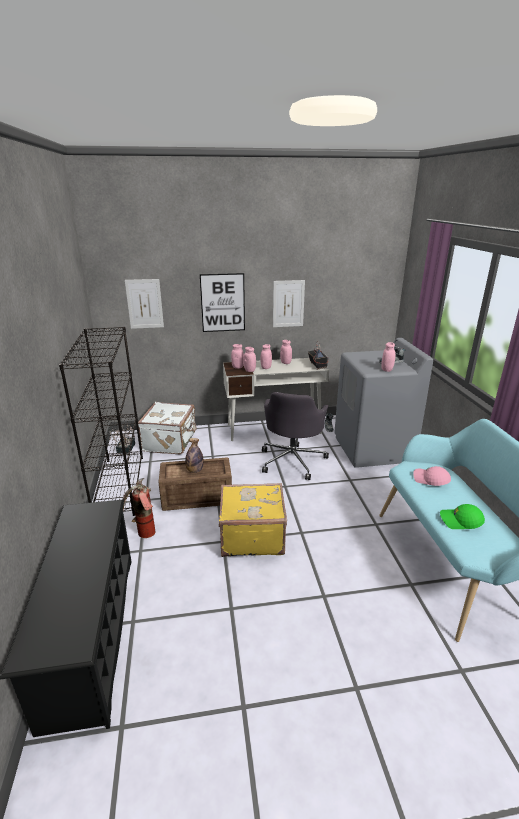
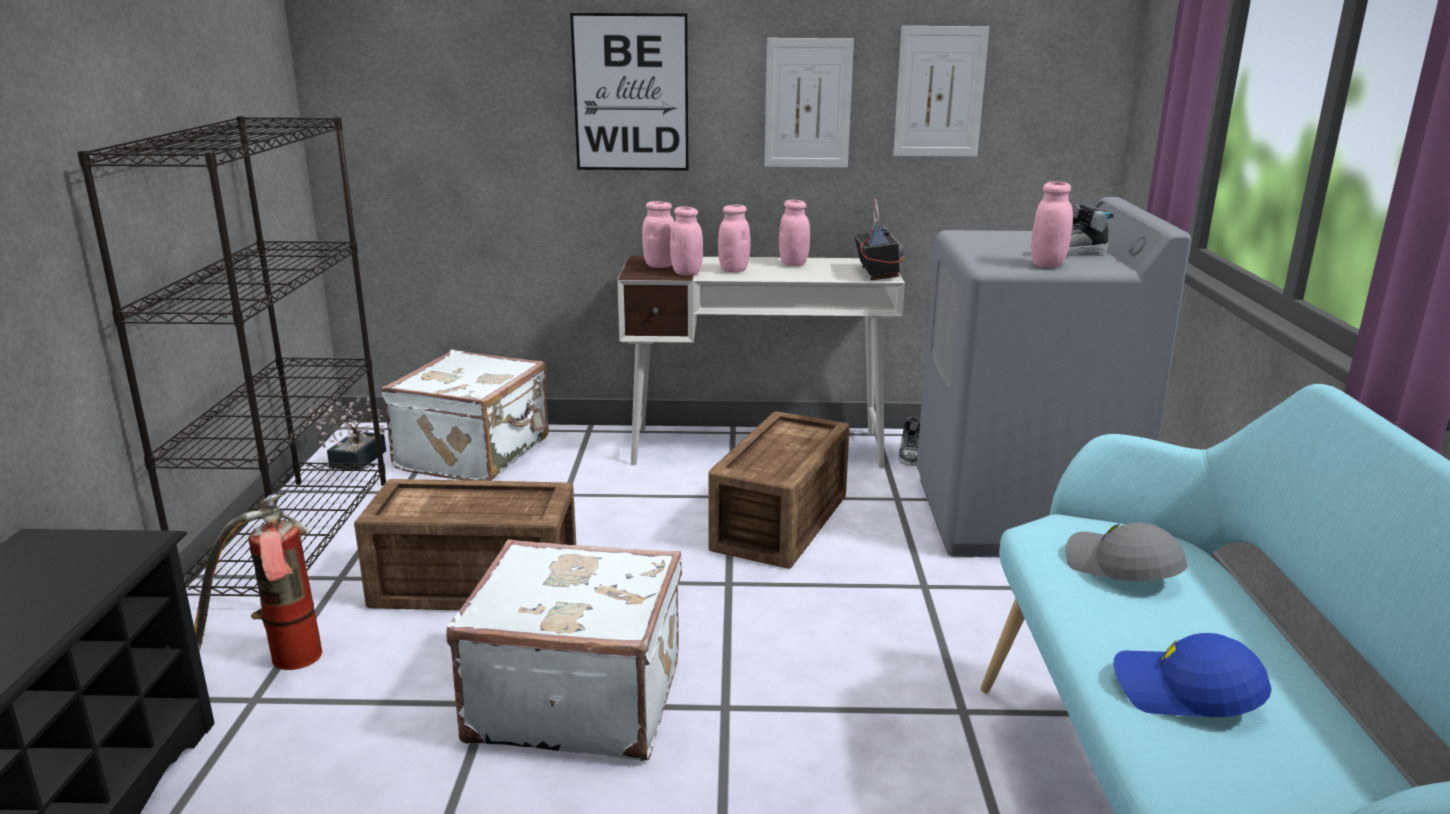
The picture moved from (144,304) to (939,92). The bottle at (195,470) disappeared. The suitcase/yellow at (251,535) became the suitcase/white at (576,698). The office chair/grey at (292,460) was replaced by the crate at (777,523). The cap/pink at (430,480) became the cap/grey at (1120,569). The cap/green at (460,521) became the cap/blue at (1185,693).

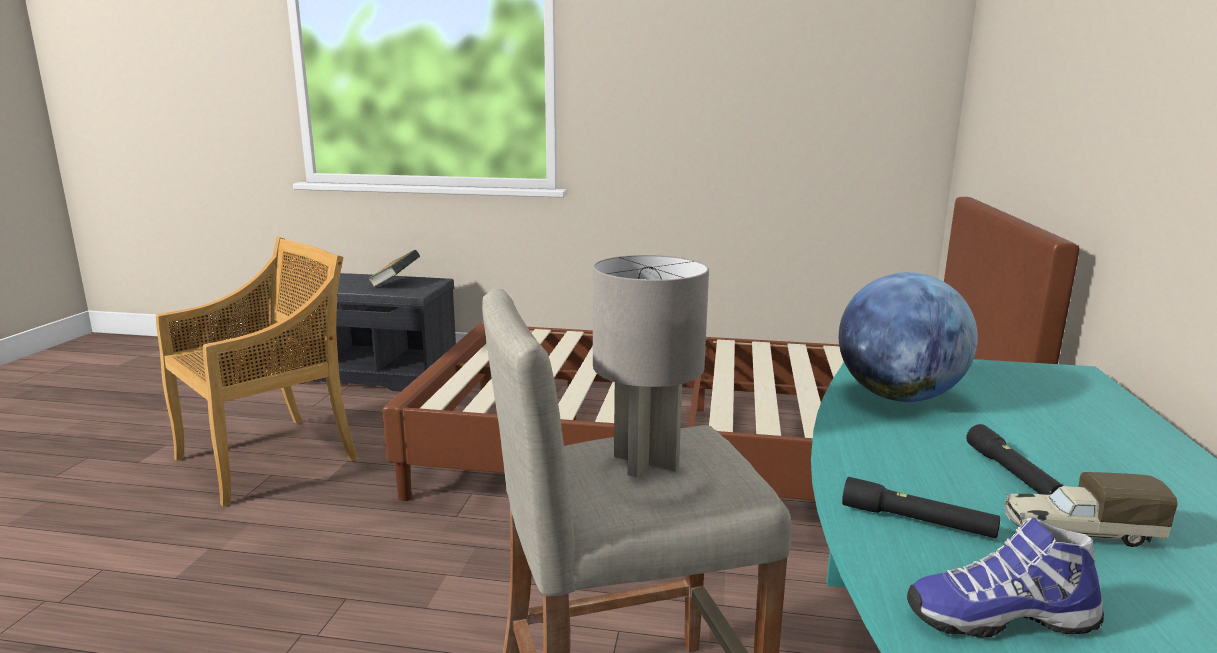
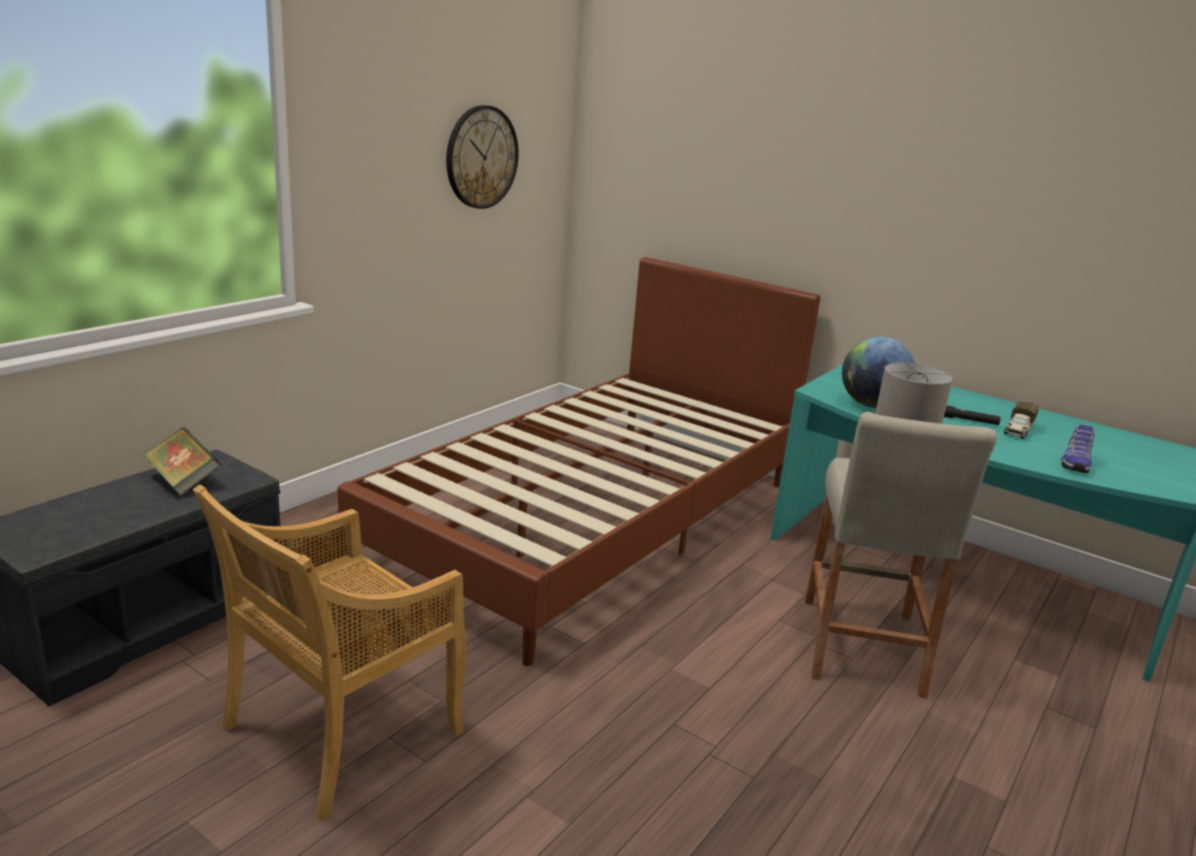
The chair/beige at (270,458) turned 120 degrees counterclockwise. The flashlight/black at (917,521) disappeared. The wall clock at (481,157) appeared.

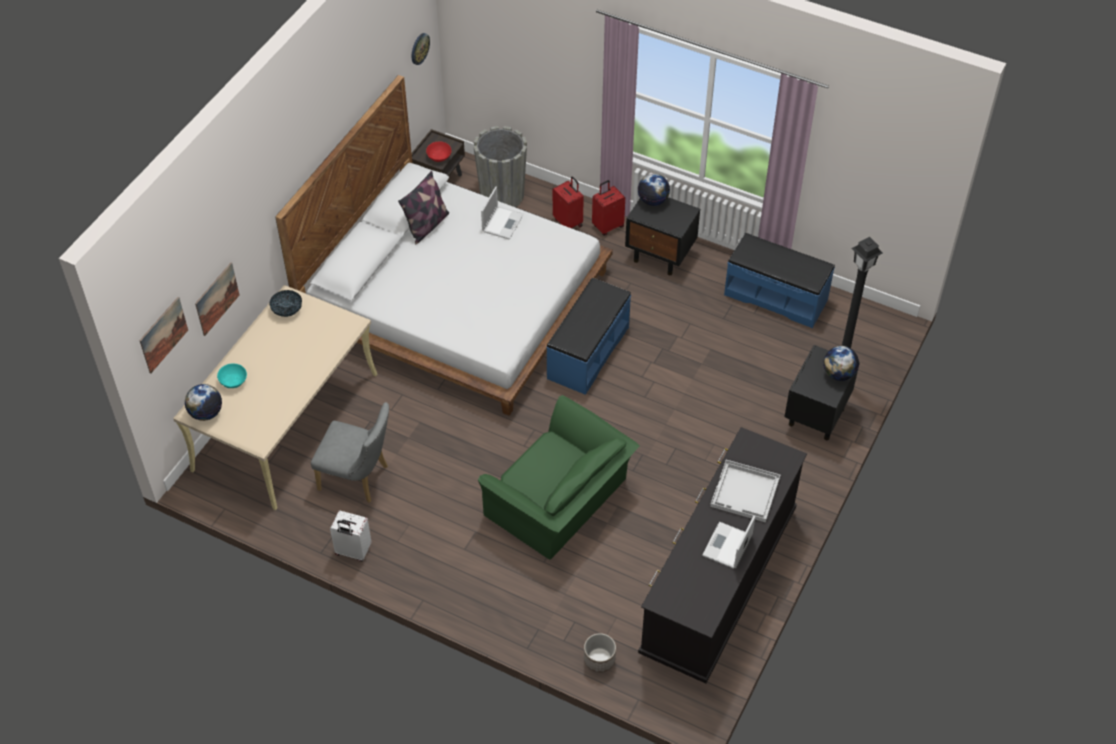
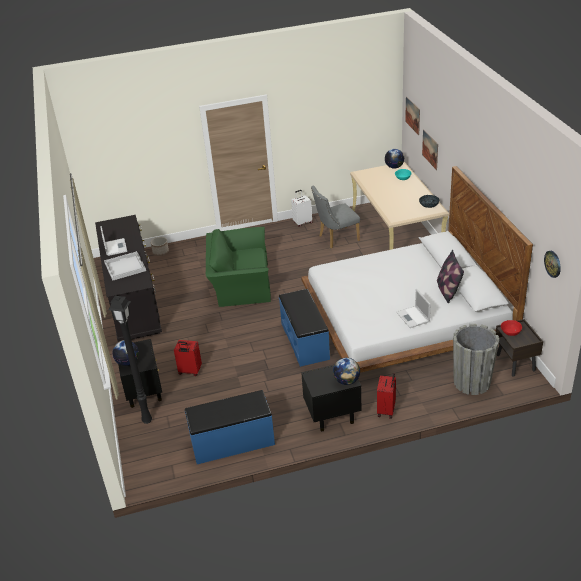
The suitcase/red moved from (568,222) to (190,371).

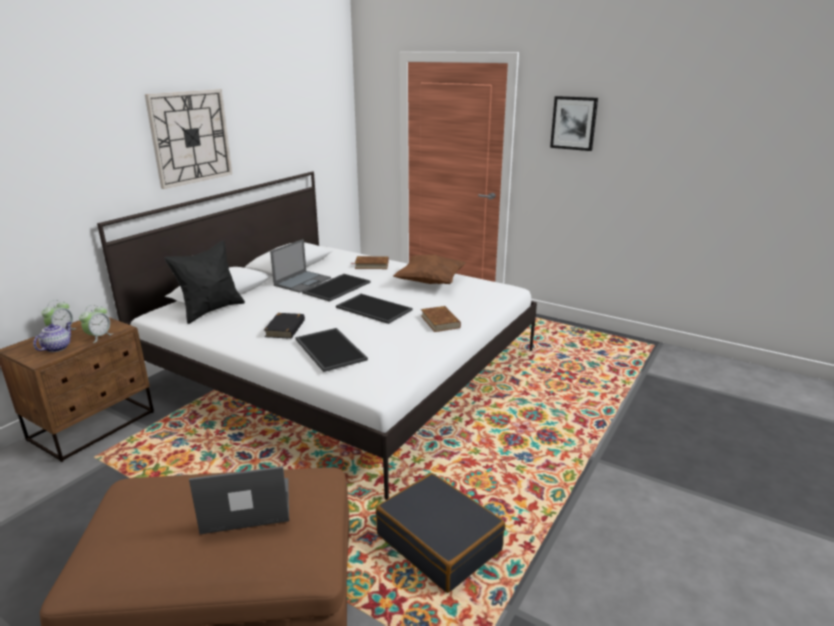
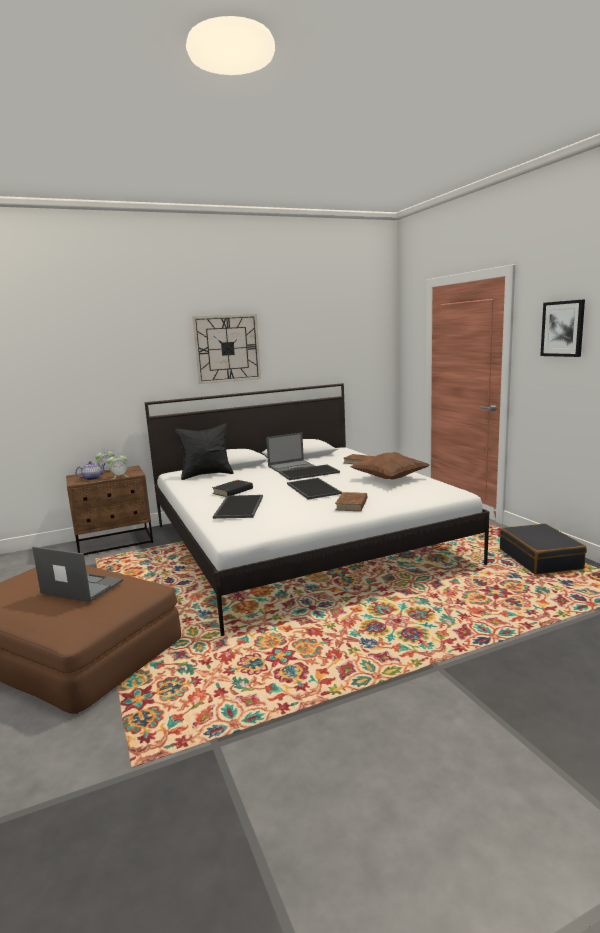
The suitcase/black moved from (439,542) to (540,559).

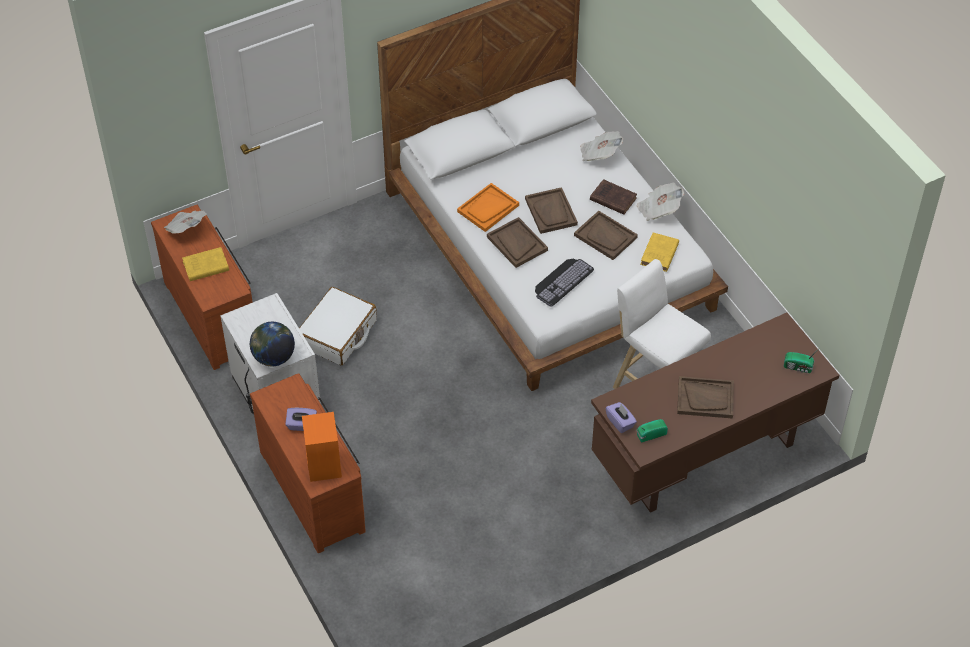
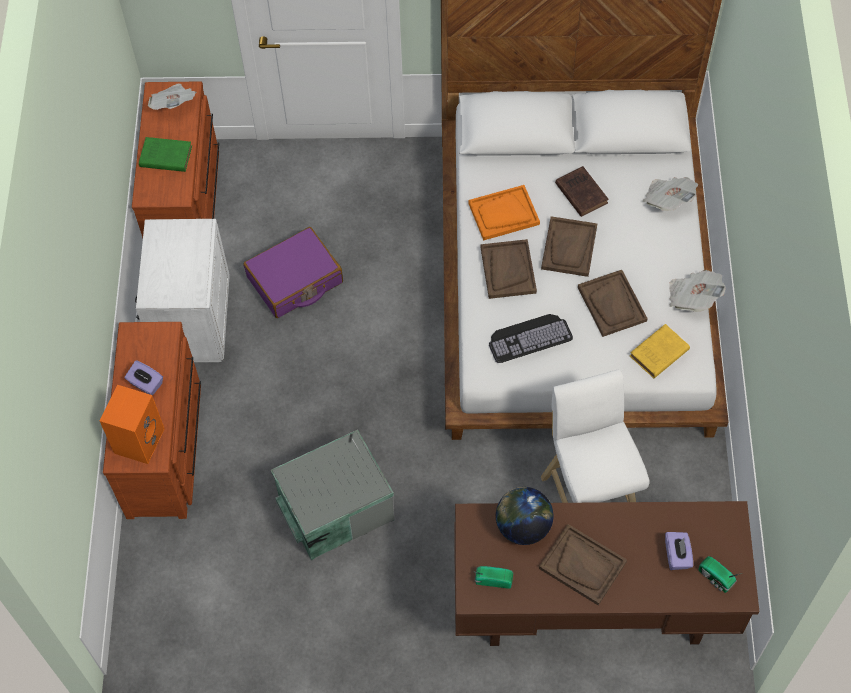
The book/yellow at (204,267) became the book/green at (164,156). The globe moved from (274,357) to (523,526). The suitcase/white at (338,334) became the suitcase/purple at (295,280). The book/brown moved from (612,198) to (580,192). The tissue box/purple moved from (620,422) to (677,555). The storage box/grey at (334,507) appeared.

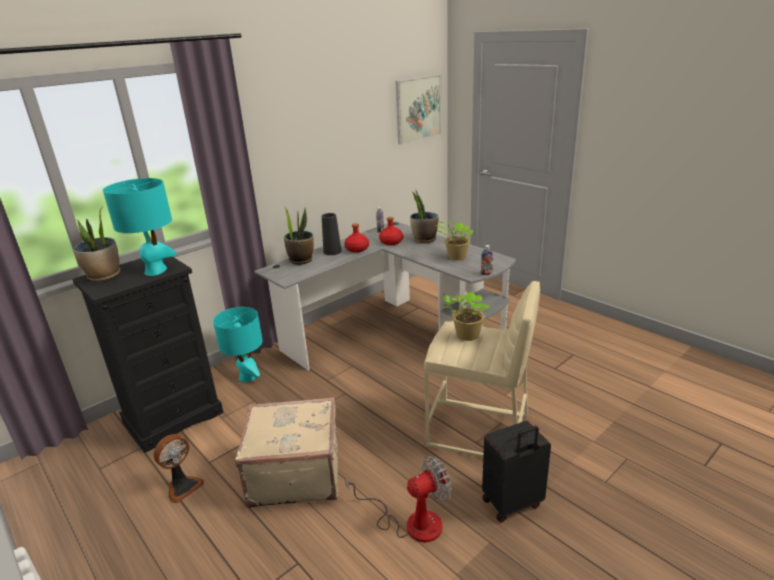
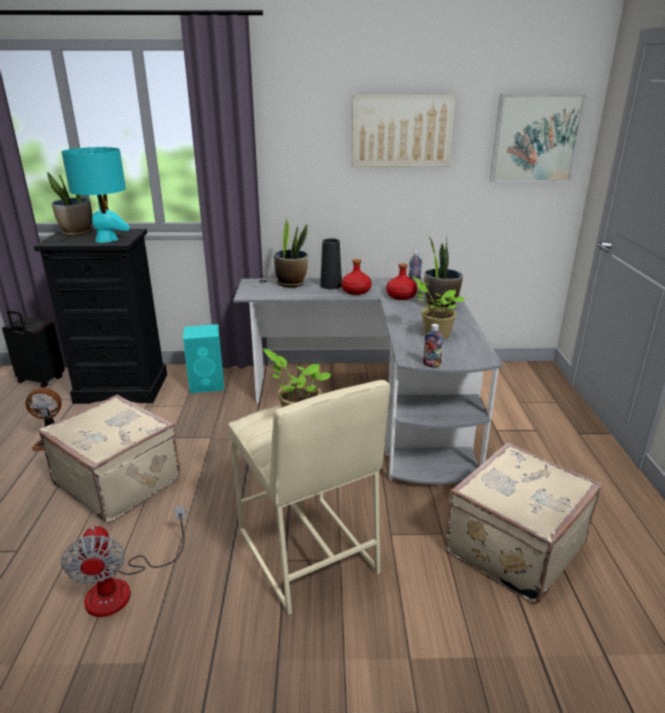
The table lamp/turquoise at (247,377) was replaced by the speaker/turquoise at (208,384). The fan at (411,522) turned 60 degrees clockwise. The suitcase/black moved from (512,504) to (40,381). The picture at (401,131) appeared. The suitcase/beige at (511,547) appeared.

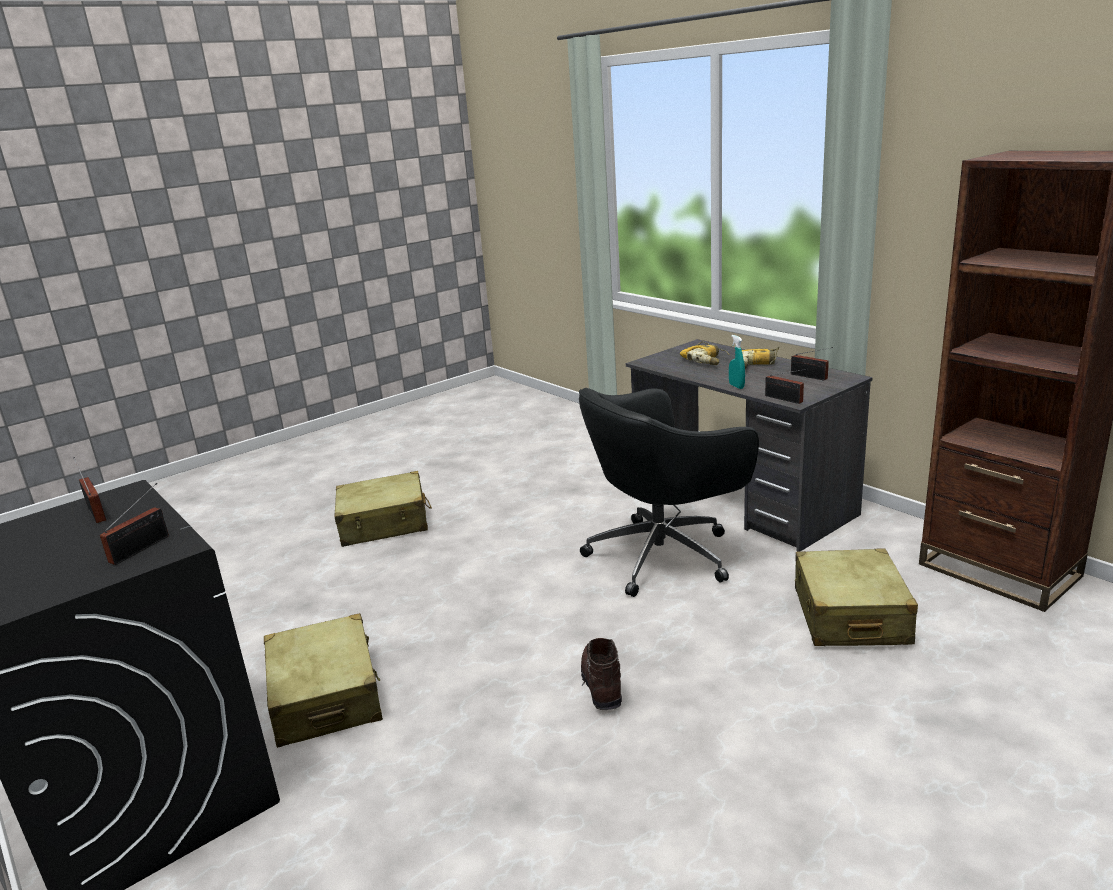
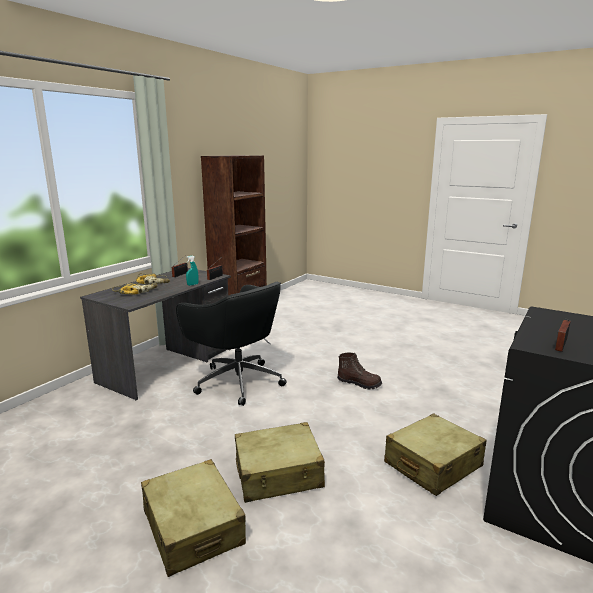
The radio at (143,547) disappeared. The boot/brown at (601,684) turned 135 degrees counterclockwise. The suitcase/beige moved from (850,616) to (278,474).

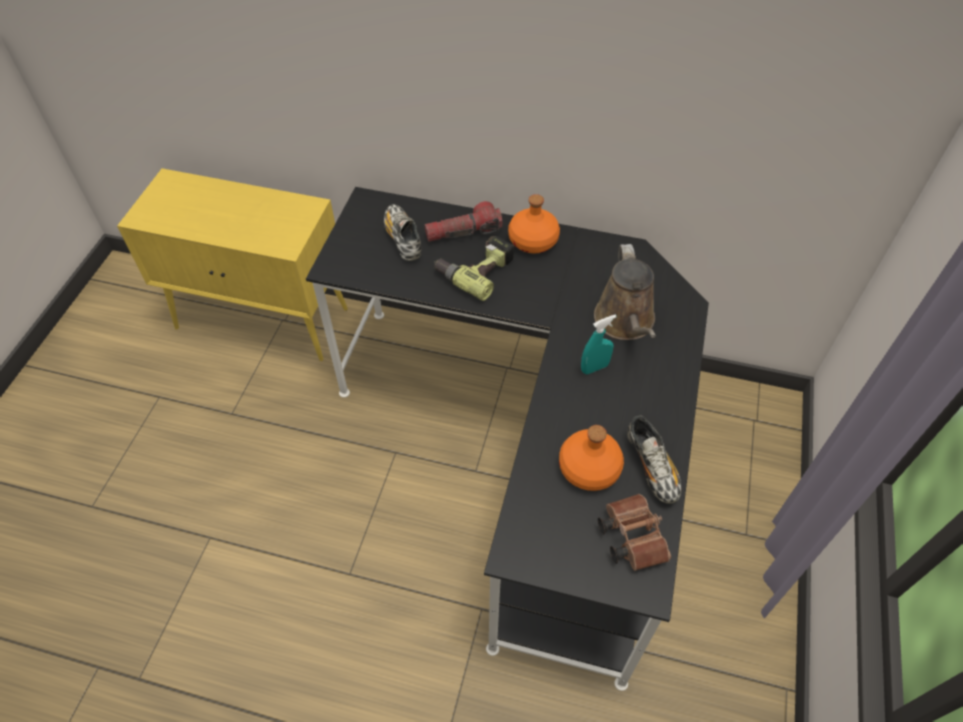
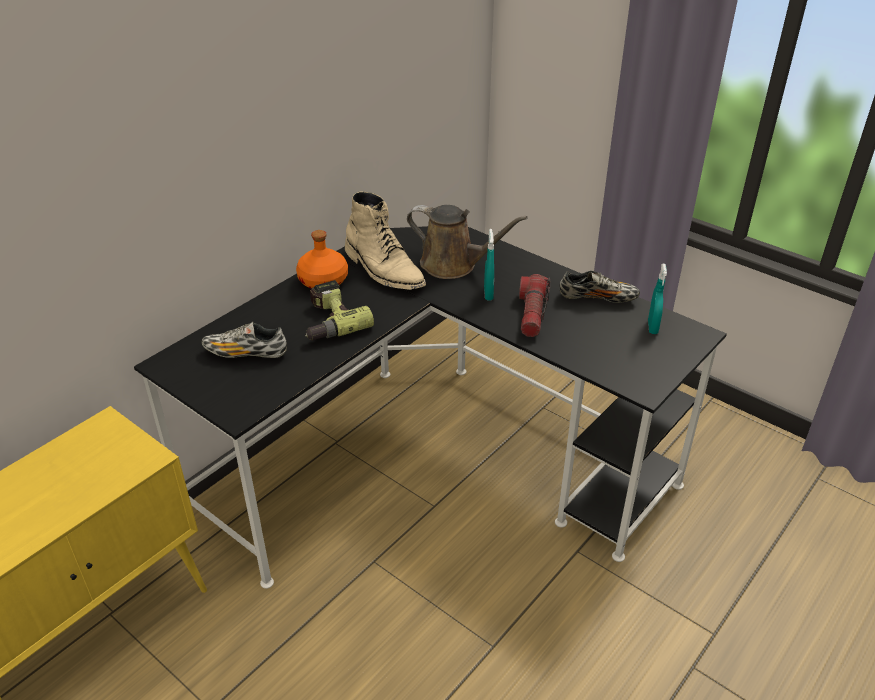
The flashlight moved from (463,232) to (532,314). The bottle/orange at (588,468) disappeared. The binoculars/brown at (630,536) was replaced by the spray bottle/turquoise at (652,327). The boot/beige at (383,269) appeared.

